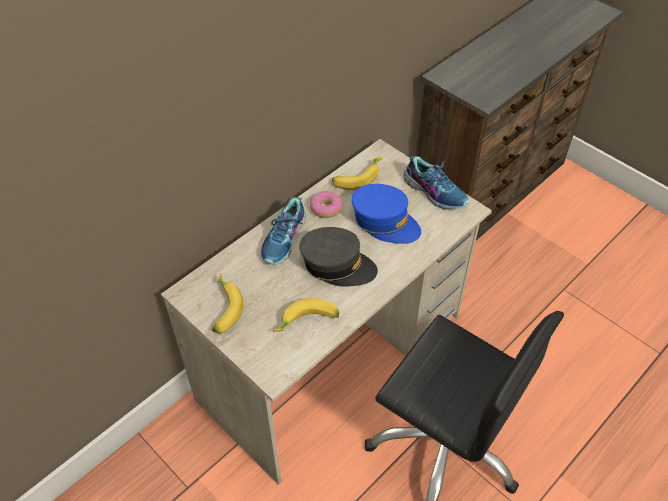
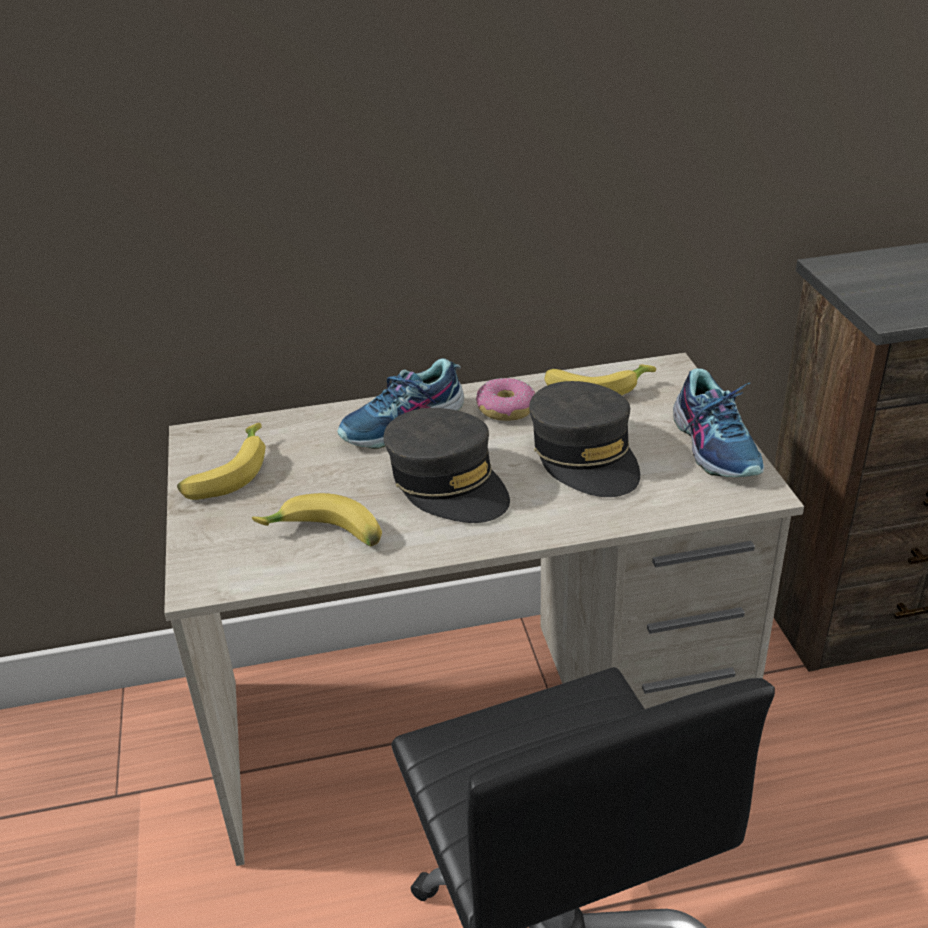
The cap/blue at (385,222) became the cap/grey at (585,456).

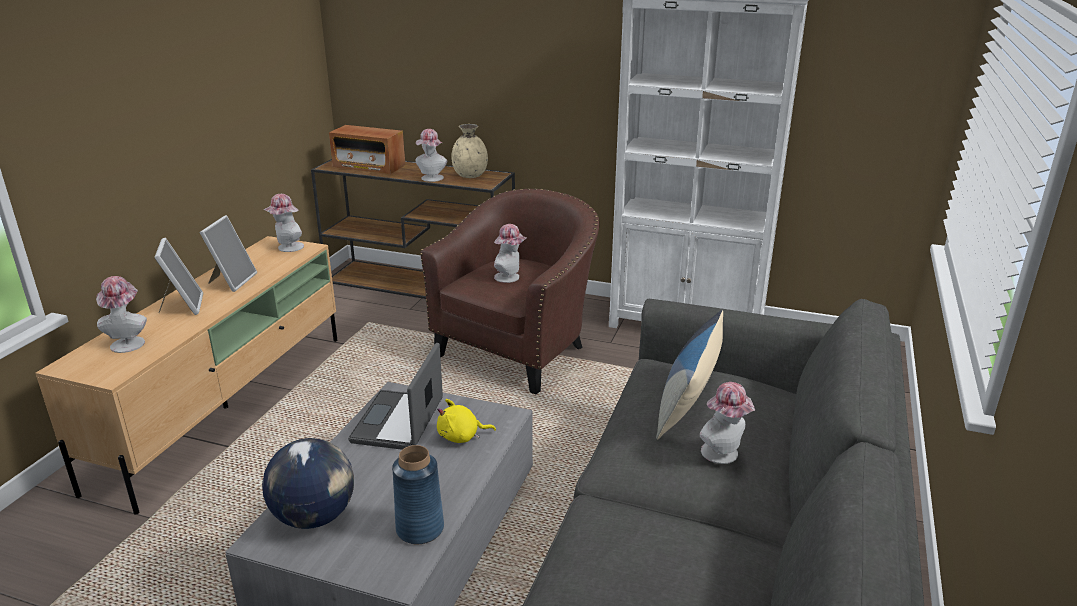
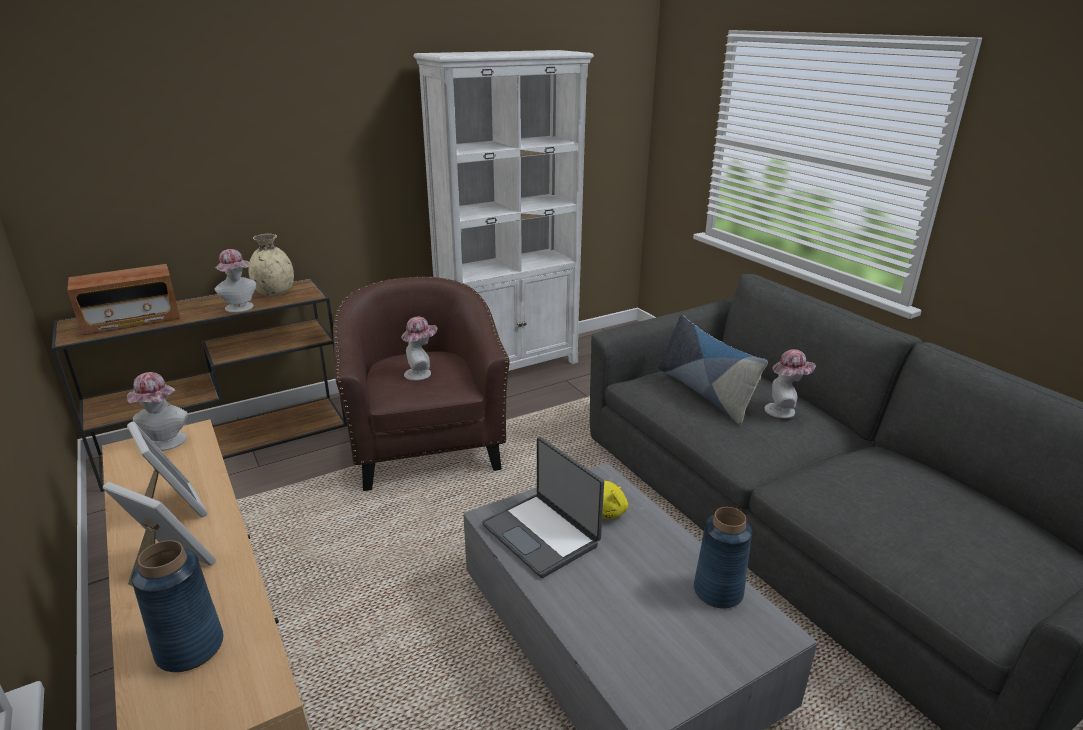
The hat at (129,342) was replaced by the vase/blue at (189,648). The globe at (315,517) disappeared.

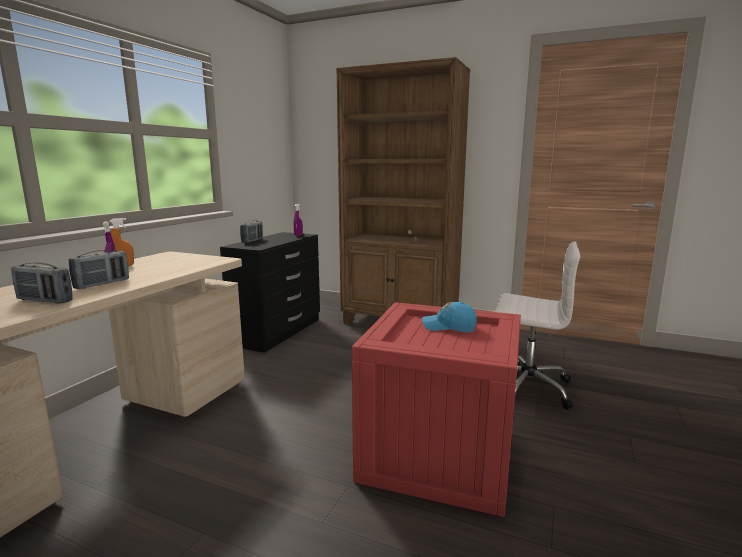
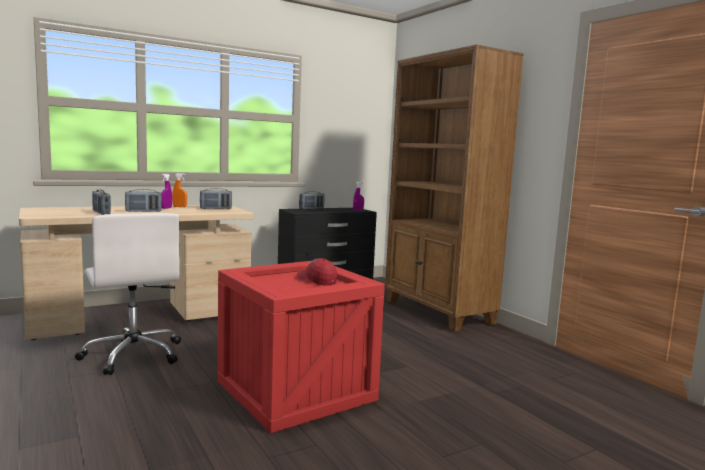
The cap/blue at (448,327) became the cap/red at (317,280). The office chair/white moved from (525,387) to (133,355). The radio at (215,208) appeared.

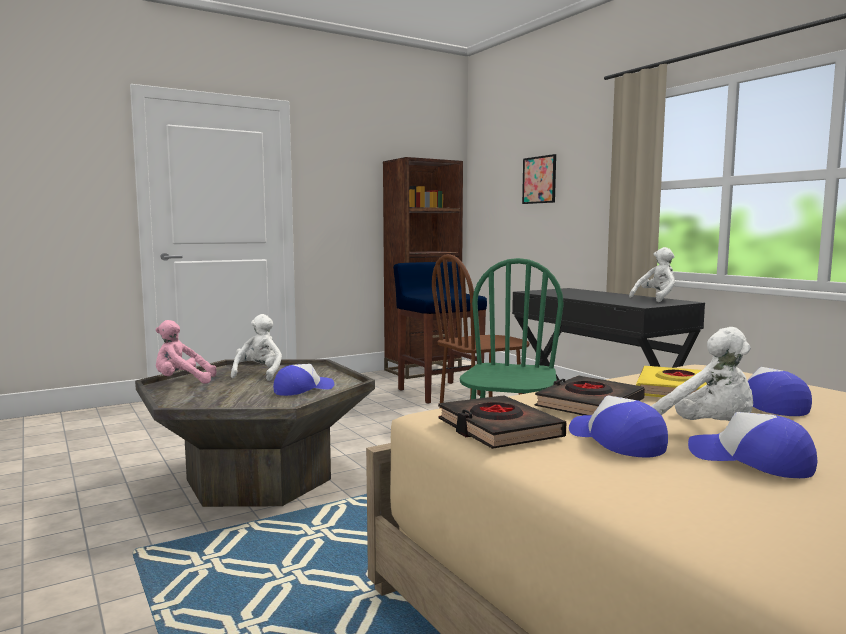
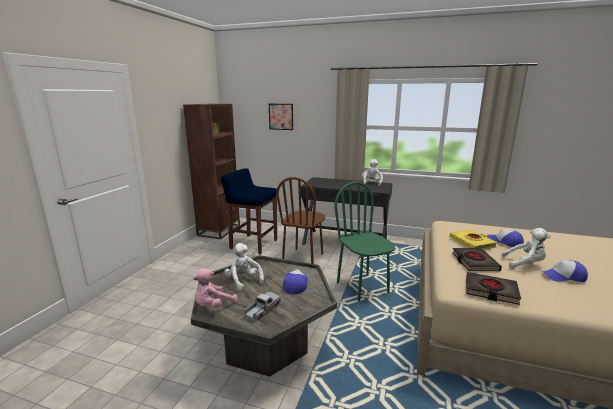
The cap at (616,441) disappeared. The toy truck at (262,310) appeared.

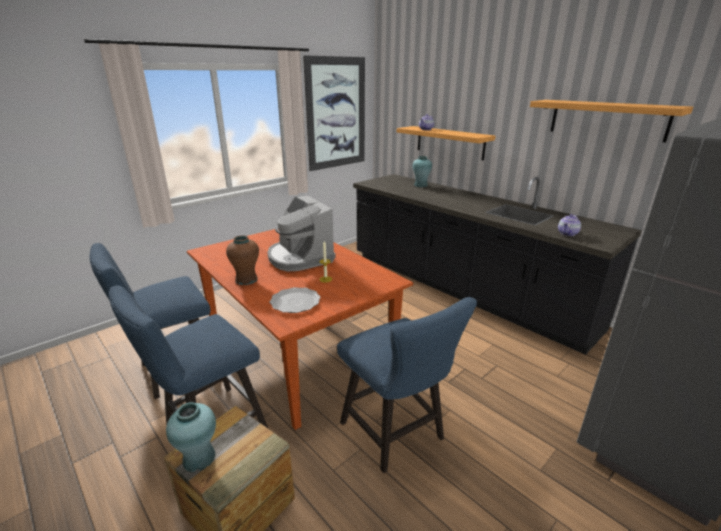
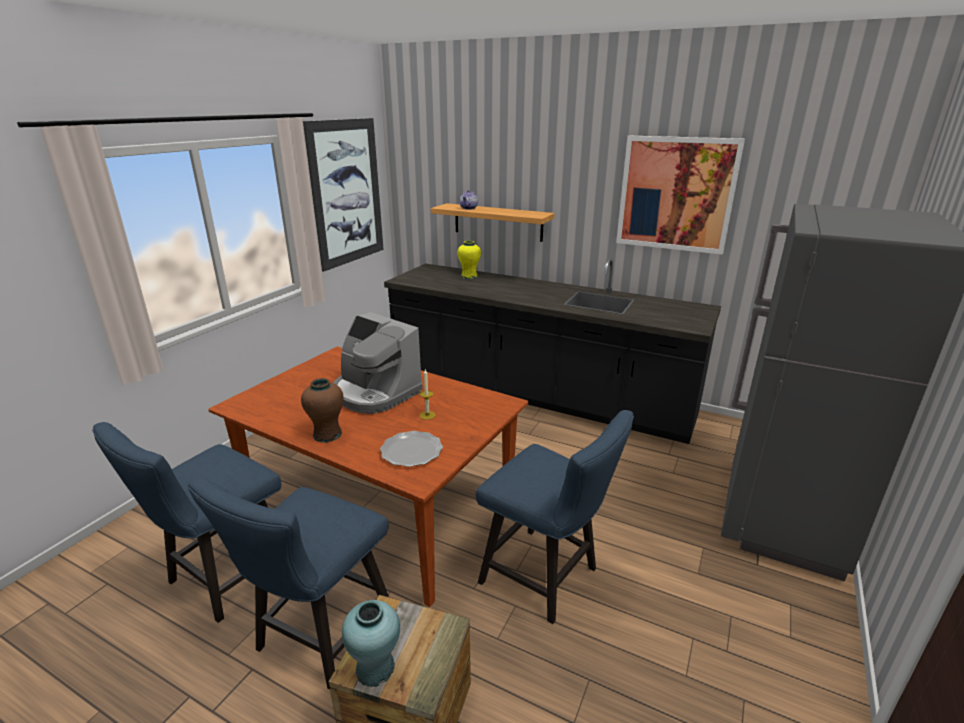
The vase/turquoise at (420,185) became the vase/yellow at (469,276). The shelf at (607,119) was replaced by the picture at (676,194). The teapot at (567,233) disappeared.

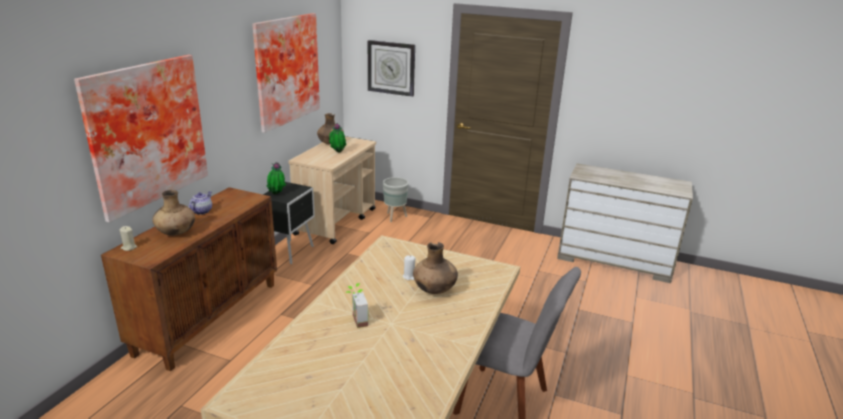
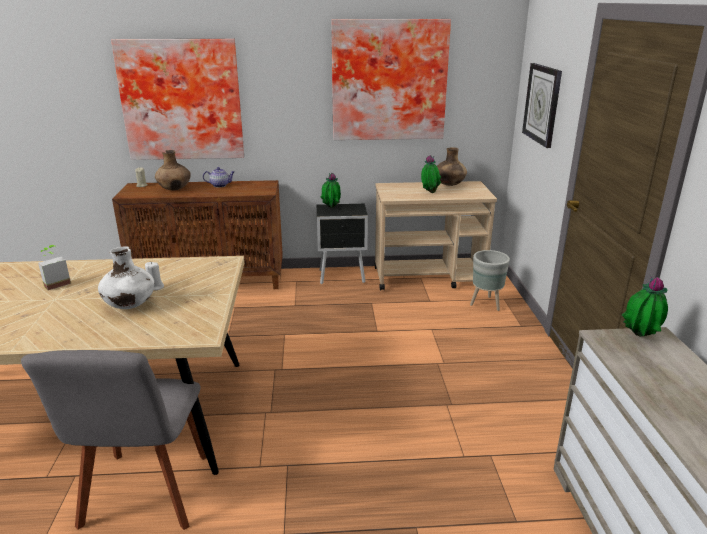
The vase/brown at (434,290) became the vase/white at (130,305). The potted plant at (639,338) appeared.

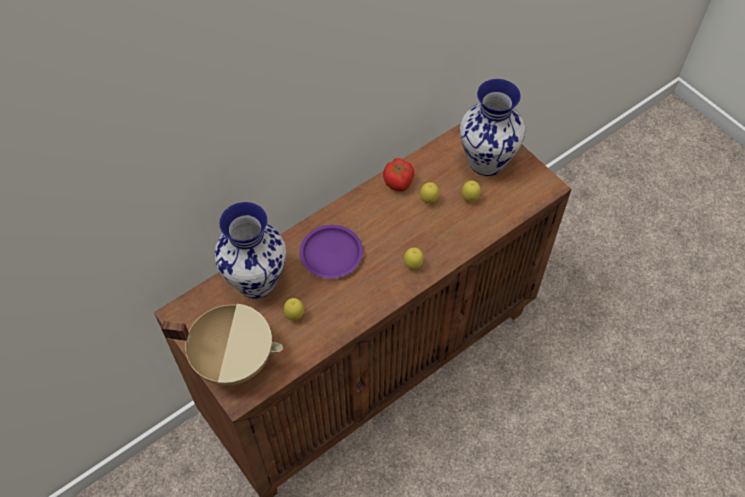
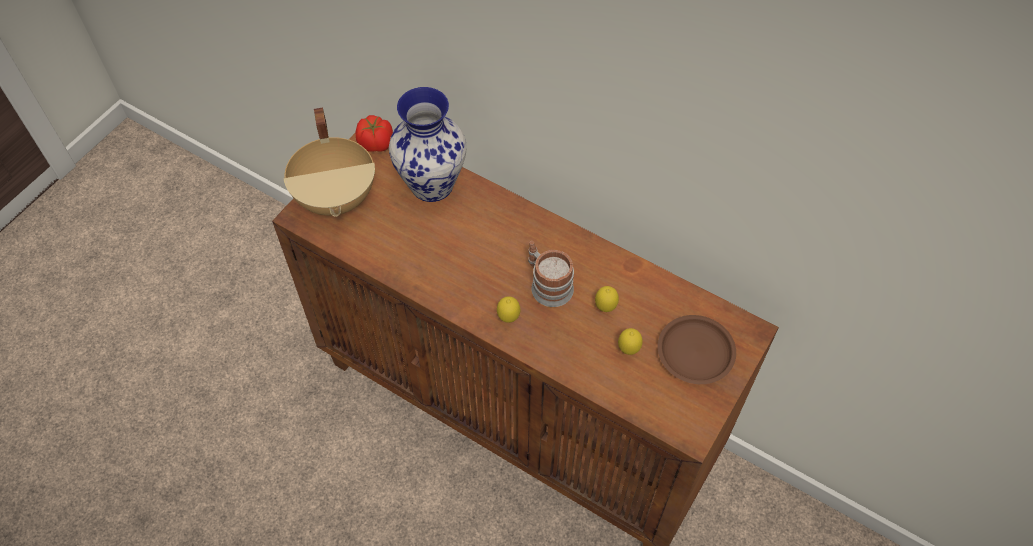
The lemon at (294,316) disappeared. The plate/purple at (330,254) disappeared. The tomato moved from (398,182) to (376,144). The vase at (486,161) was replaced by the plate/brown at (696,352). The mug at (547,284) appeared.

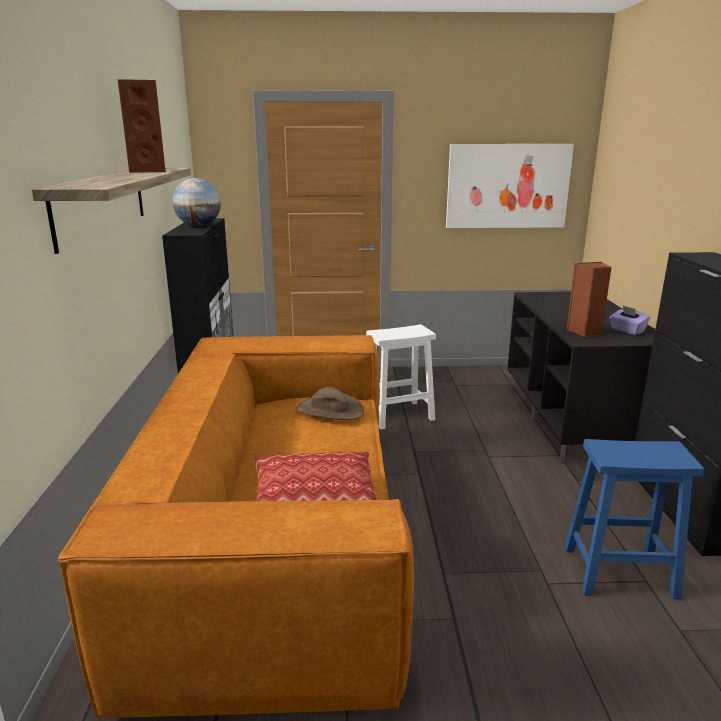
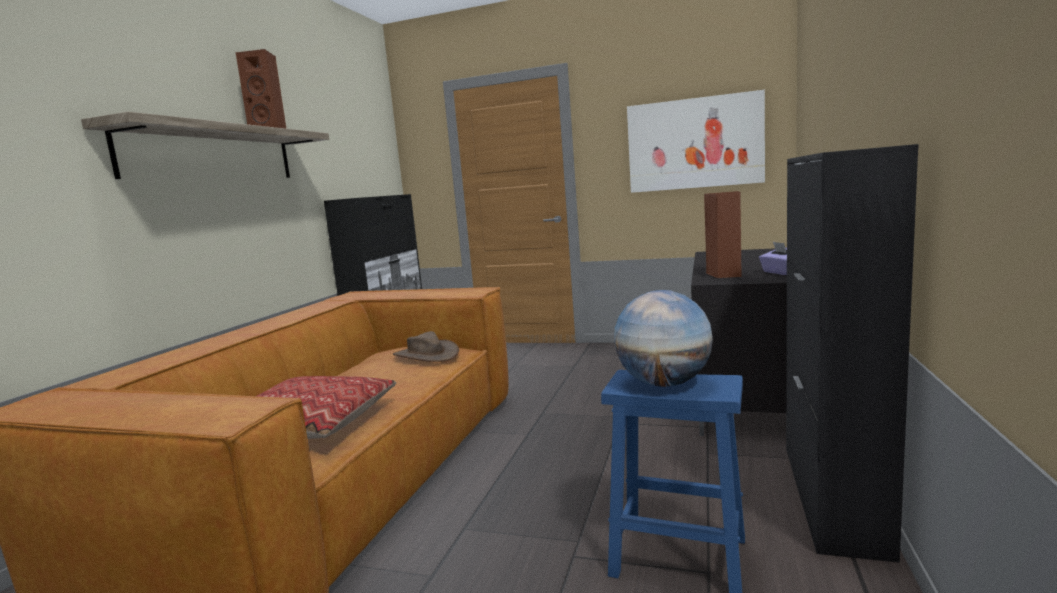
The globe moved from (199,226) to (664,383). The stool/white at (399,415) disappeared.

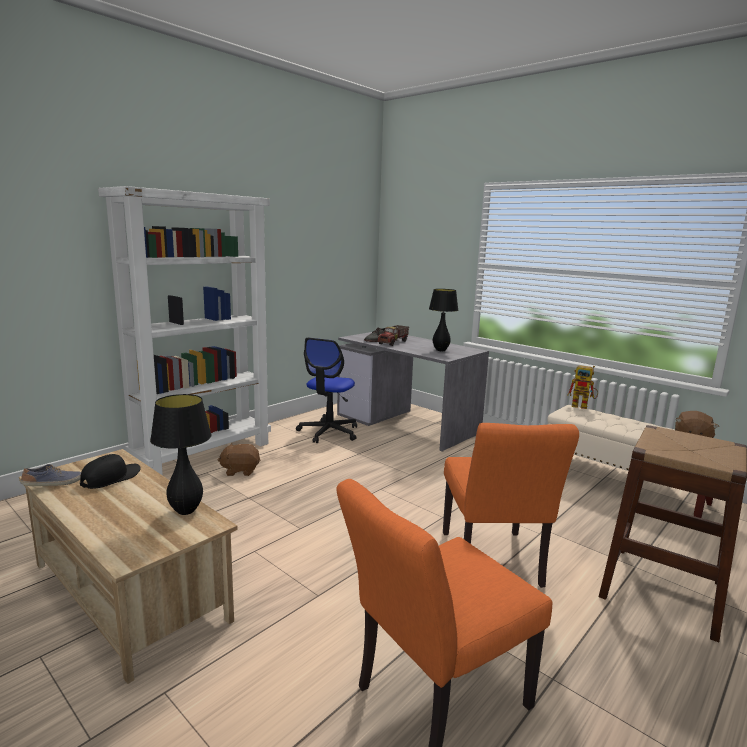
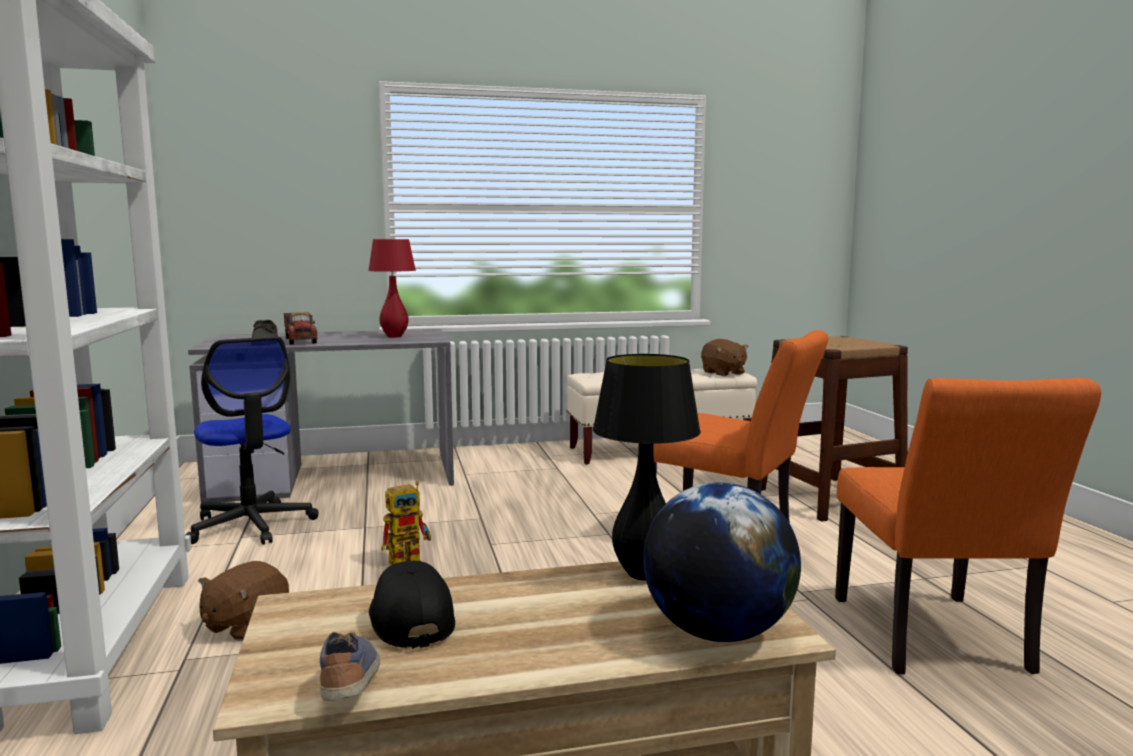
The table lamp/black at (440,350) became the table lamp/red at (394,336). The toy robot moved from (583,406) to (411,560). The globe at (717,633) appeared.

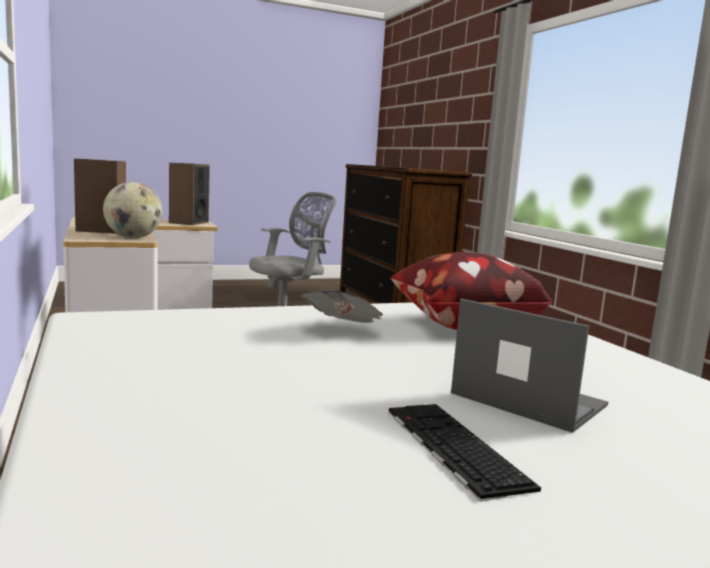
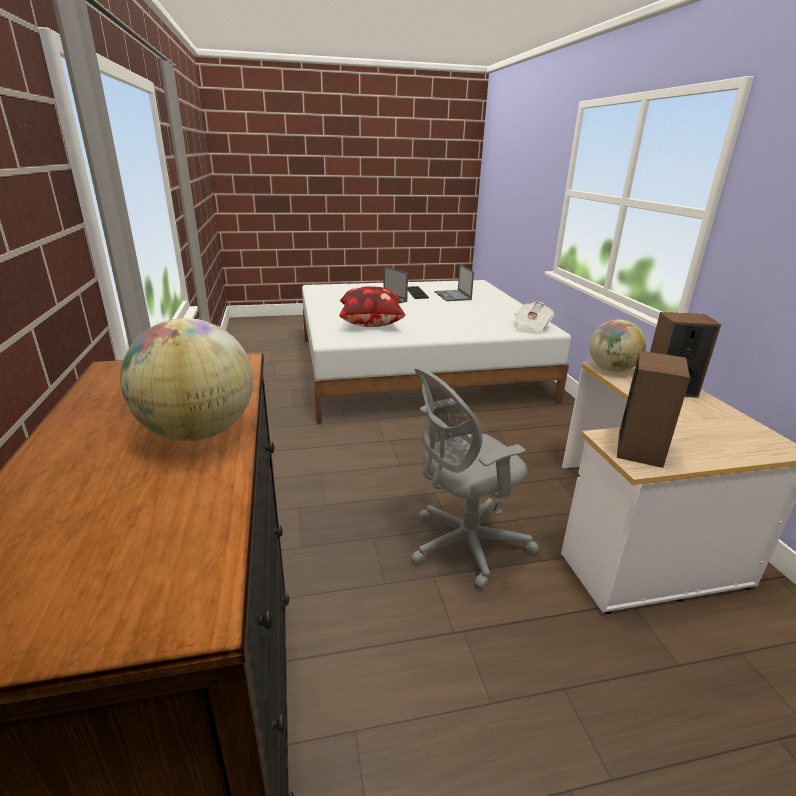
The newspaper moved from (343,330) to (530,328). The globe at (198,432) appeared. The laptop at (453,296) appeared.

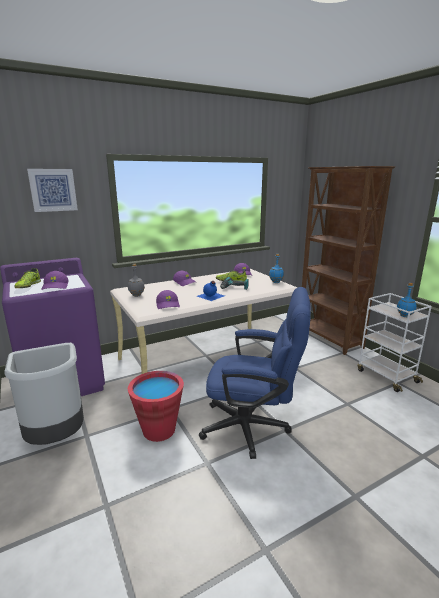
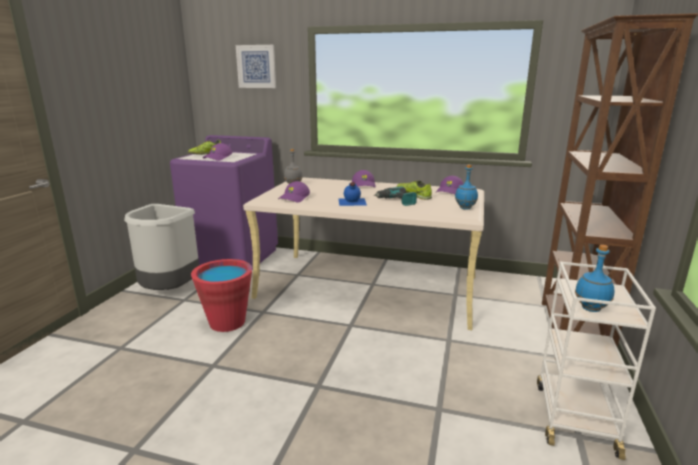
The office chair/blue at (253,427) disappeared.

